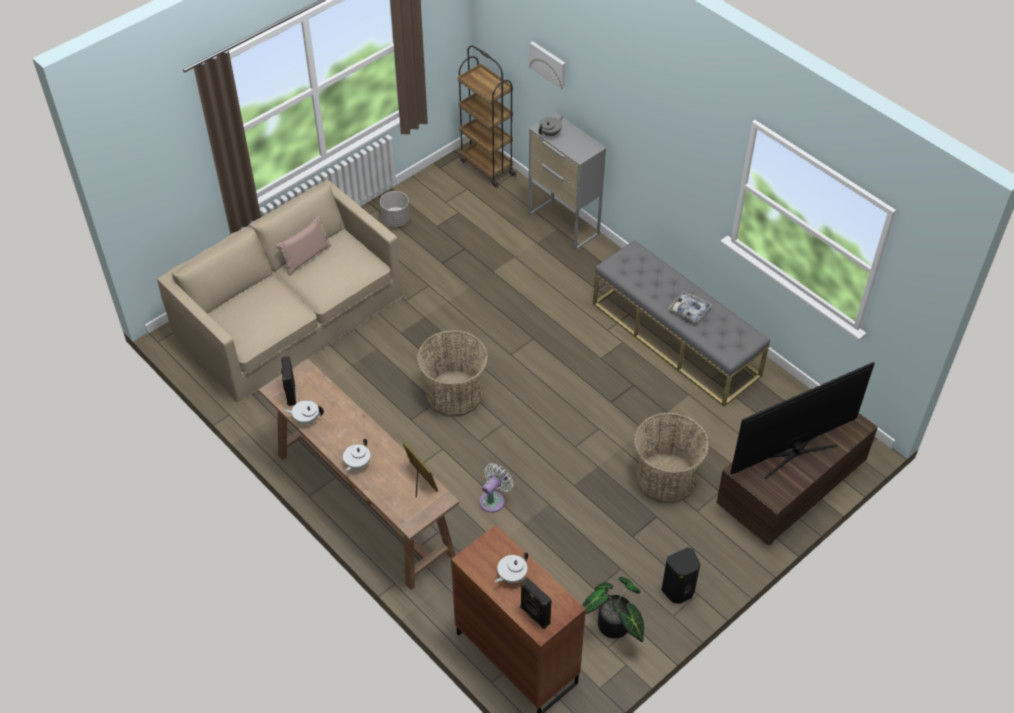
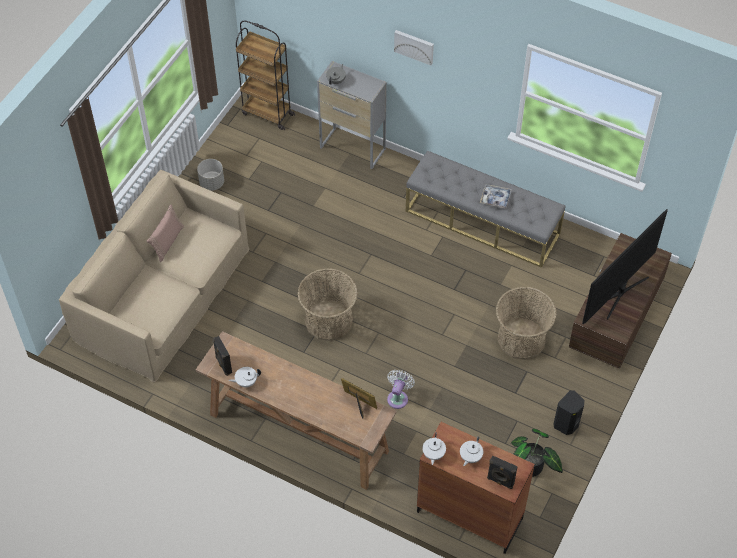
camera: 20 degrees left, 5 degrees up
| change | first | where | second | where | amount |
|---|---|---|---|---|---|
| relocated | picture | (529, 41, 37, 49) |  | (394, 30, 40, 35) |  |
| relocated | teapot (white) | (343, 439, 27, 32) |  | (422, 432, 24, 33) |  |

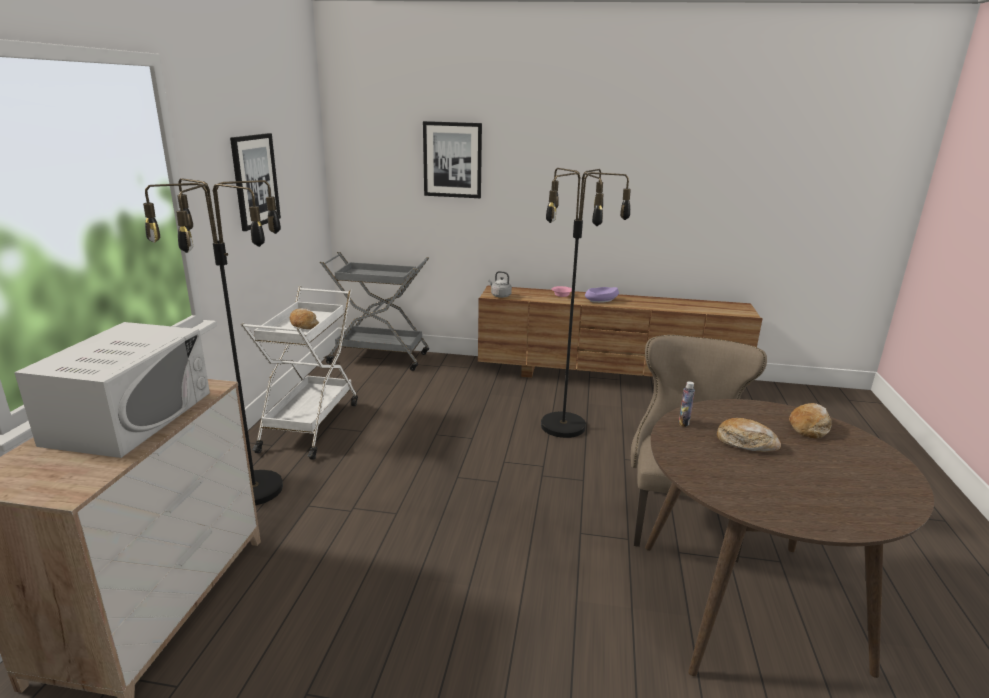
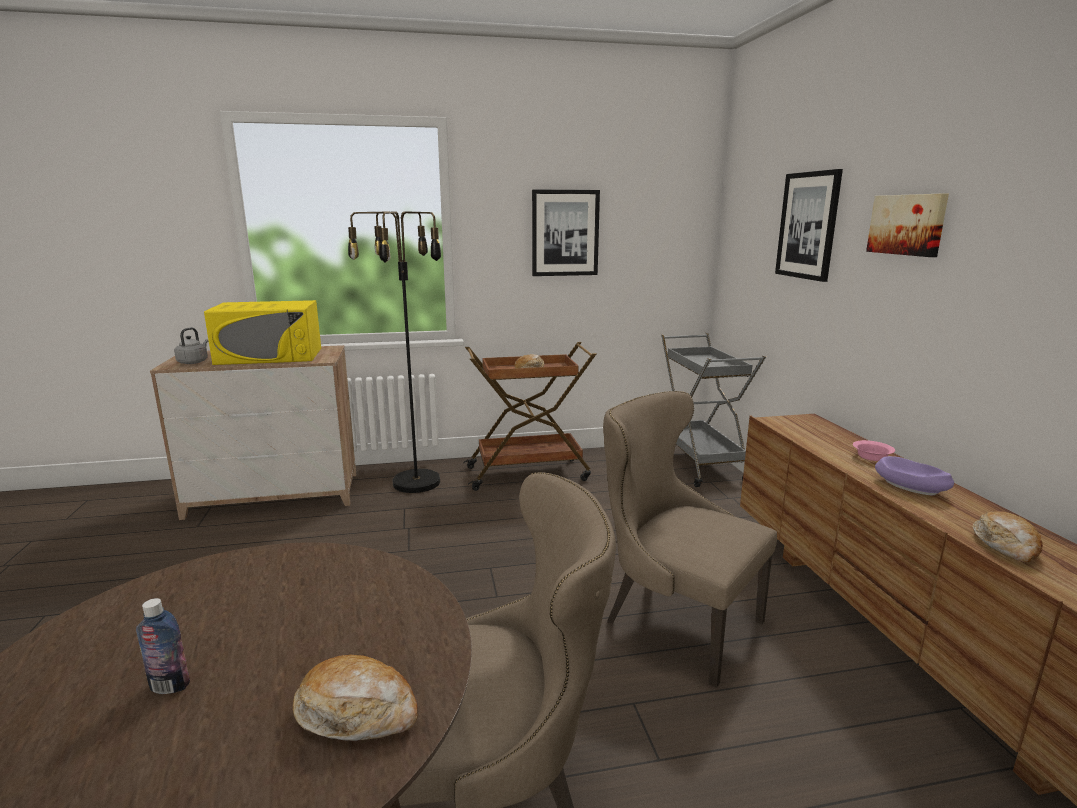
camera: 70 degrees right, 5 degrees down
| change | first | where | second | where | amount |
|---|---|---|---|---|---|
| relocated | bottle | (679, 381, 16, 46) |  | (136, 598, 54, 96) |  |
| relocated | kettle (grey) | (488, 271, 24, 27) |  | (174, 327, 34, 37) |  |
| colour | microwave (white) | (14, 322, 196, 136) | microwave (yellow) | (204, 300, 117, 65) |  |
| colour | cart (white) | (240, 286, 118, 174) | cart (brown) | (463, 342, 134, 149) |  |
| exchanged | floor lamp | (541, 168, 90, 270) | chair (beige) | (603, 391, 174, 297) |  |
| appeared |  |  | picture | (866, 194, 83, 63) |  |
| relocated | bread | (717, 418, 64, 34) |  | (973, 511, 70, 51) |  |

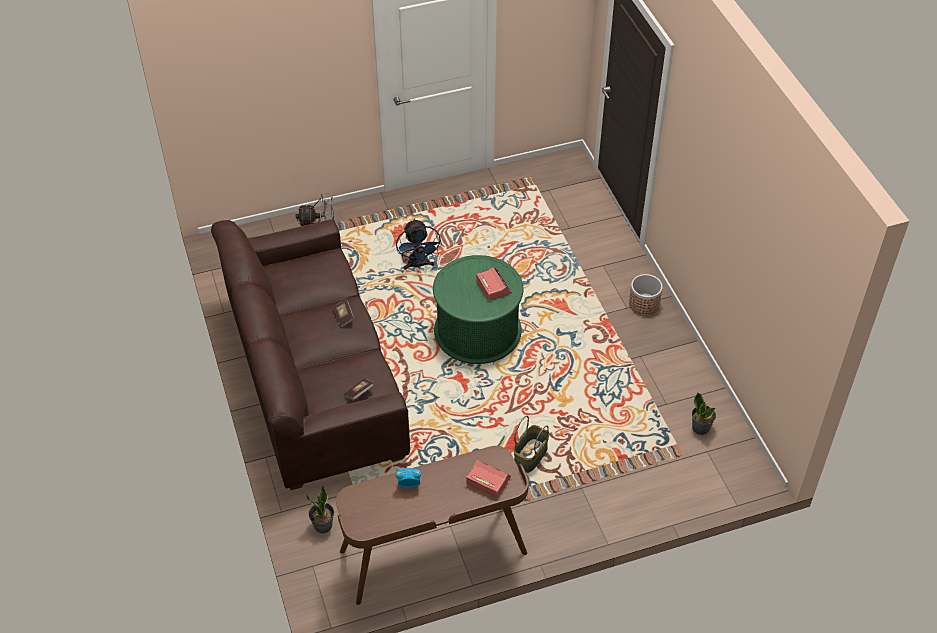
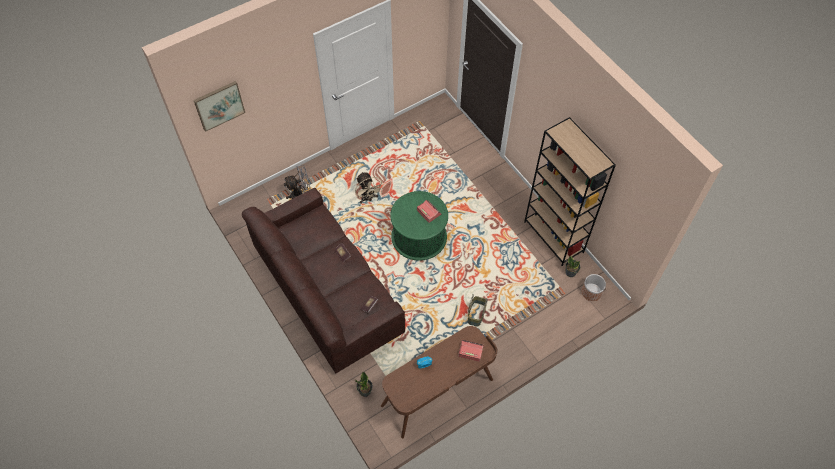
camera: 15 degrees left, 10 degrees up
| change | first | where | second | where | amount |
|---|---|---|---|---|---|
| appeared |  |  | picture | (193, 81, 52, 51) |  |
| colour | fan (blue) | (396, 218, 46, 52) | fan (beige) | (355, 172, 29, 32) |  |
| appeared |  |  | bookcase (beige) | (524, 117, 92, 149) |  |
| relocated | planter | (629, 274, 34, 42) |  | (582, 274, 24, 27) |  |

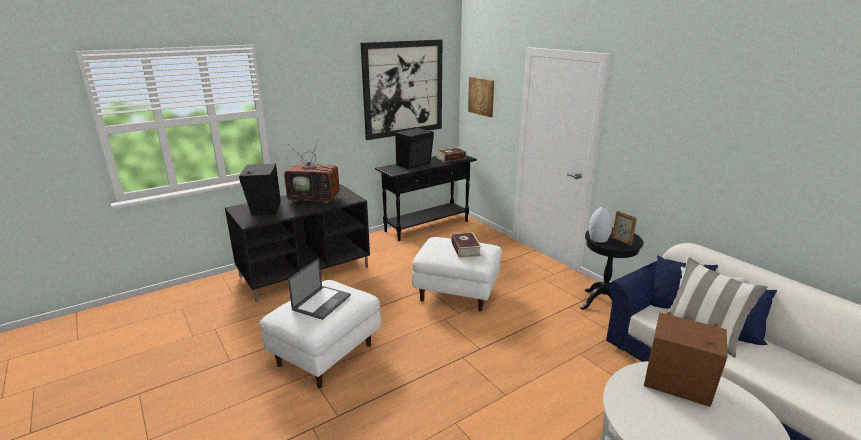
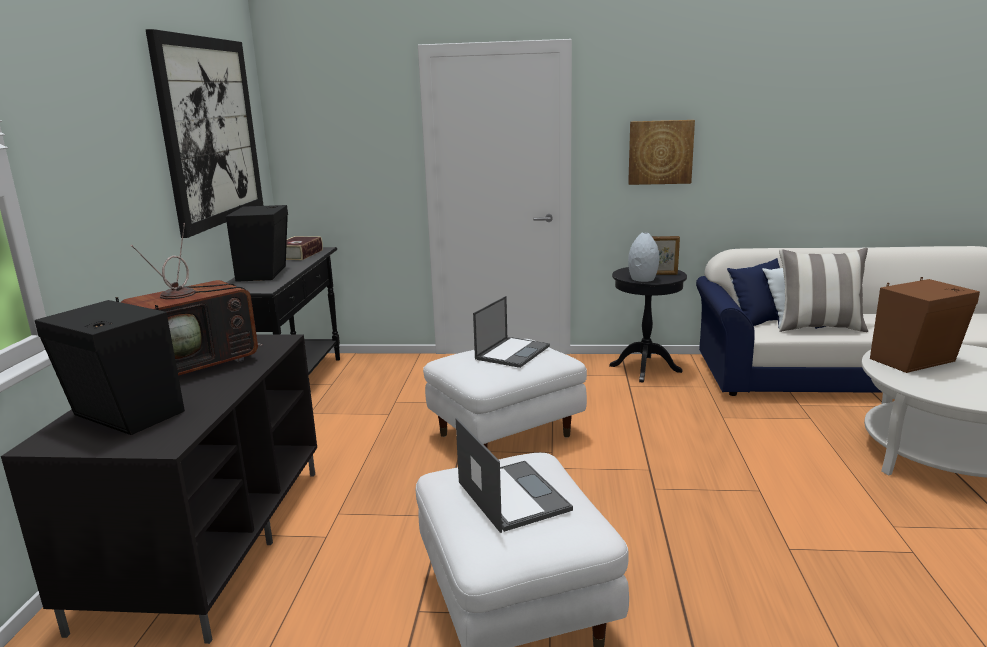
camera: 50 degrees left, 5 degrees down
| change | first | where | second | where | amount |
|---|---|---|---|---|---|
| exchanged | book | (451, 232, 30, 26) | laptop | (473, 296, 77, 72) |  |
| relocated | picture | (468, 77, 26, 40) |  | (628, 120, 67, 65) |  |

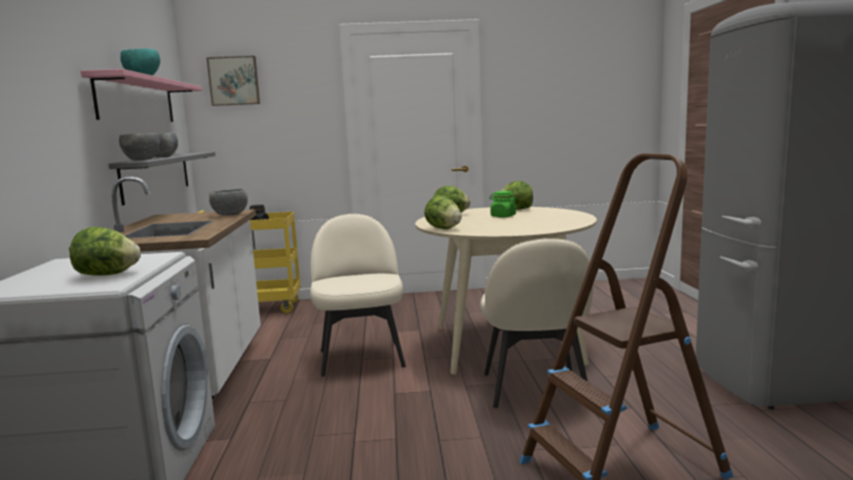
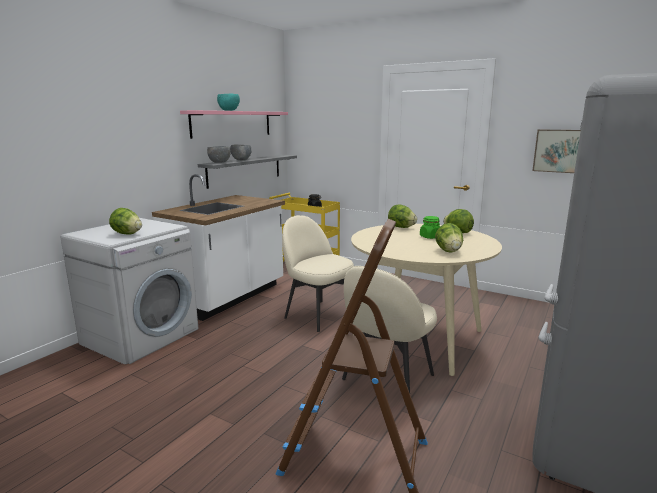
camera: 35 degrees right, 5 degrees up
| change | first | where | second | where | amount |
|---|---|---|---|---|---|
| spun | chair (beige) | (310, 214, 96, 163) |  | (282, 215, 72, 117) | 75 degrees counterclockwise |
| relocated | lettuce | (424, 195, 38, 34) |  | (435, 223, 28, 30) |  |
| relocated | picture | (207, 56, 53, 50) |  | (532, 129, 49, 44) |  |
| missing | bowl (grey) | (209, 189, 39, 26) |  |  |  |

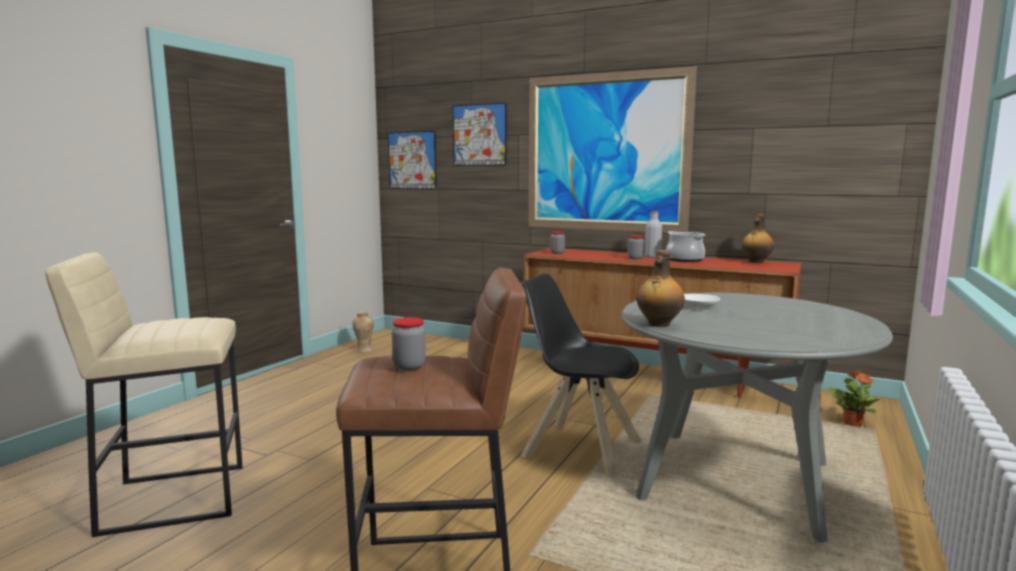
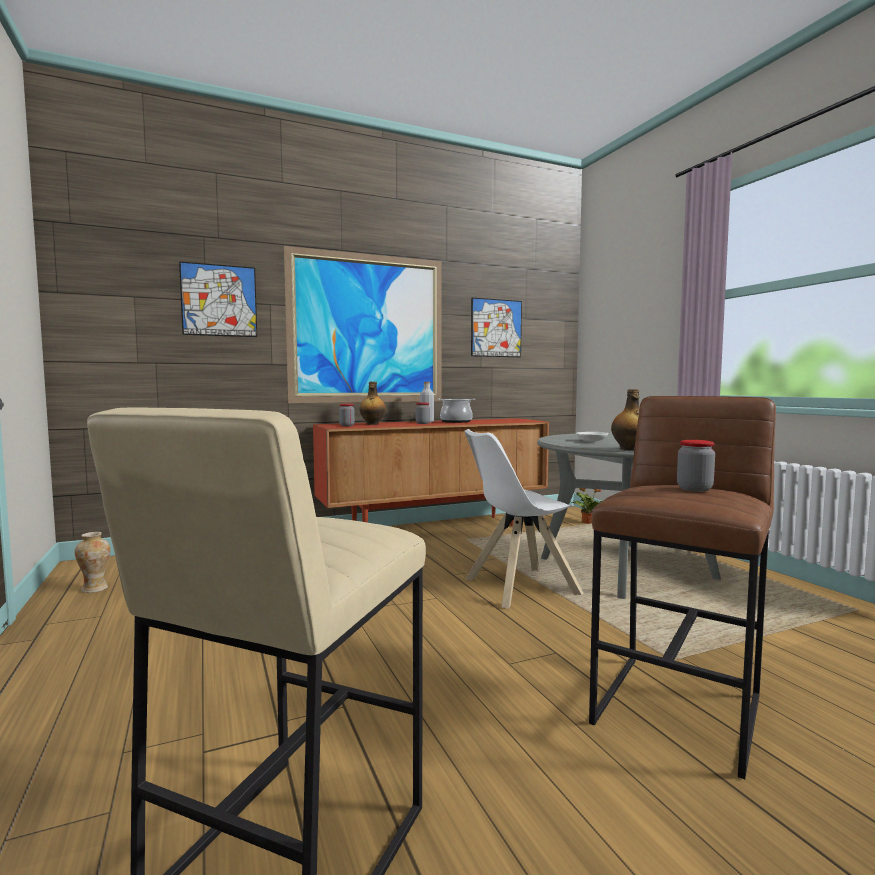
camera: 50 degrees left, 5 degrees down
| change | first | where | second | where | amount |
|---|---|---|---|---|---|
| relocated | bottle | (742, 214, 32, 49) |  | (360, 382, 26, 43) |  |
| colour | chair (black) | (521, 274, 121, 204) | chair (white) | (464, 429, 119, 180) |  |
| relocated | picture | (388, 131, 49, 59) |  | (471, 298, 51, 59) |  |

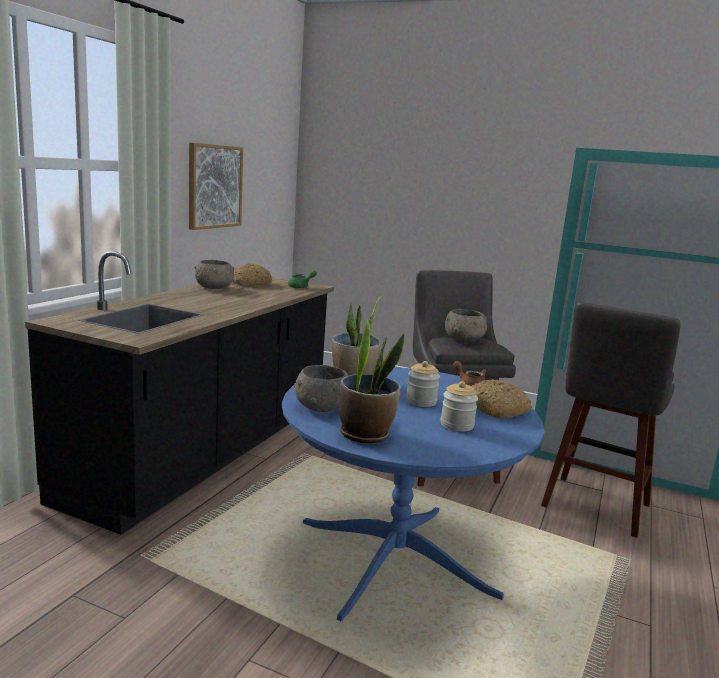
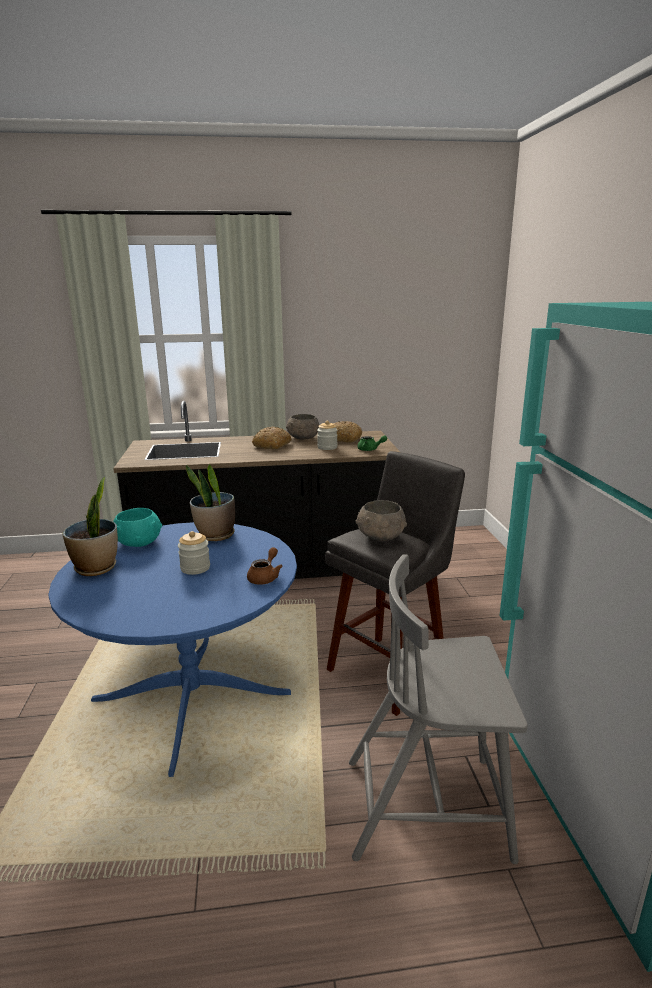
camera: 60 degrees right, 5 degrees up
| change | first | where | second | where | amount |
|---|---|---|---|---|---|
| colour | bowl (grey) | (294, 365, 55, 47) | bowl (turquoise) | (113, 508, 49, 39) |  |
| relocated | bread | (472, 379, 60, 40) |  | (252, 427, 39, 22) |  |
| relocated | jar | (440, 381, 38, 50) |  | (317, 421, 21, 29) |  |
| exchanged | stool (grey) | (541, 302, 140, 236) | chair (grey) | (349, 554, 179, 310) |  |
| missing | picture | (189, 142, 54, 88) |  |  |  |

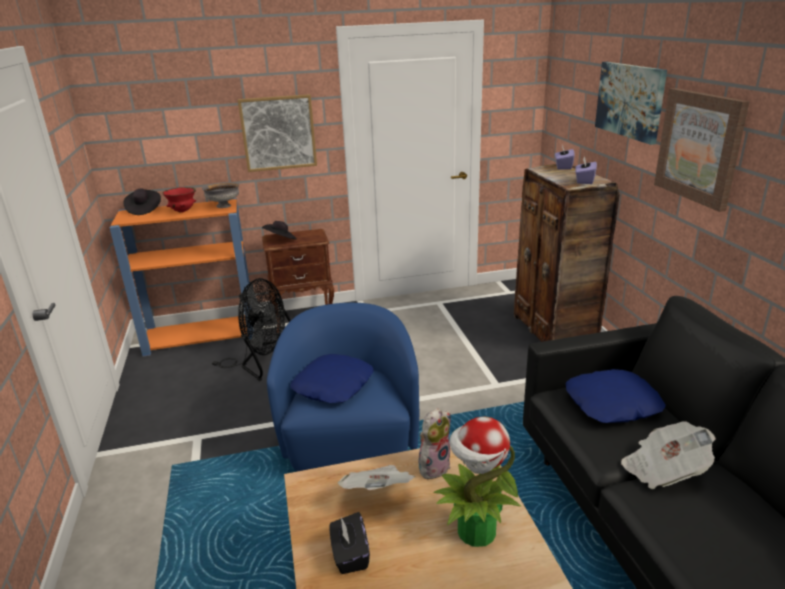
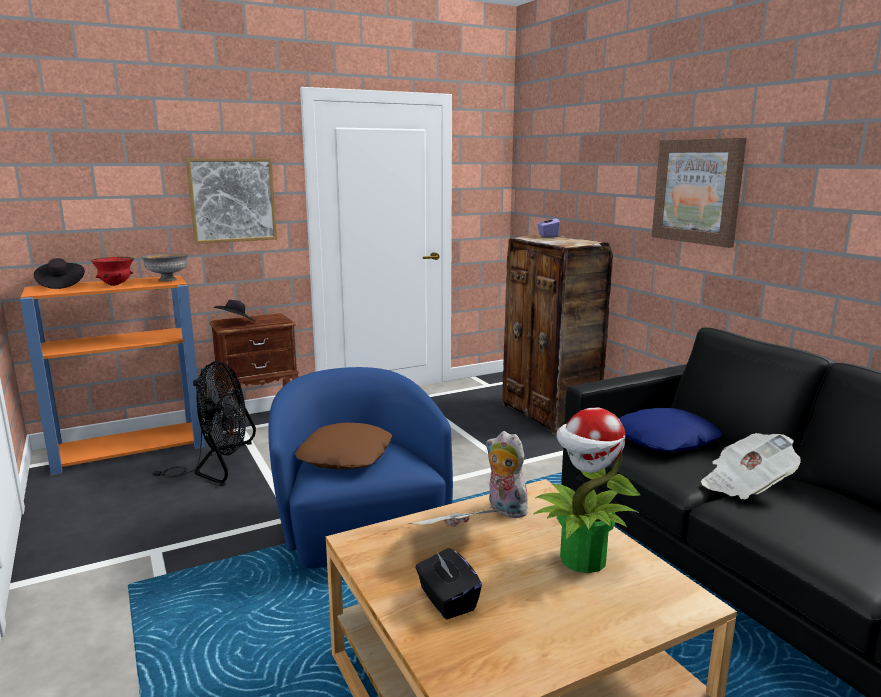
camera: 15 degrees left, 10 degrees down
| change | first | where | second | where | amount |
|---|---|---|---|---|---|
| colour | pillow (blue) | (291, 354, 83, 49) | pillow (brown) | (295, 423, 97, 46) |  |
| spun | plush toy | (419, 408, 32, 71) |  | (486, 431, 42, 87) | 75 degrees counterclockwise |
| missing | tissue box (purple) | (575, 156, 22, 28) |  |  |  |
| missing | picture | (595, 62, 72, 83) |  |  |  |

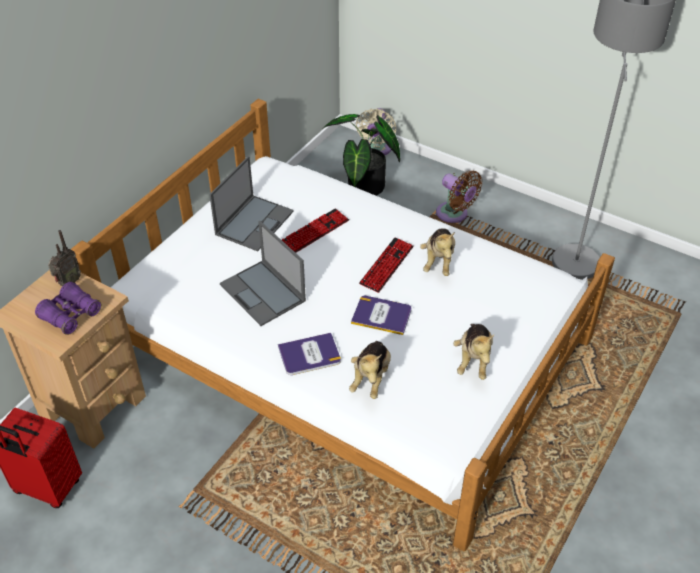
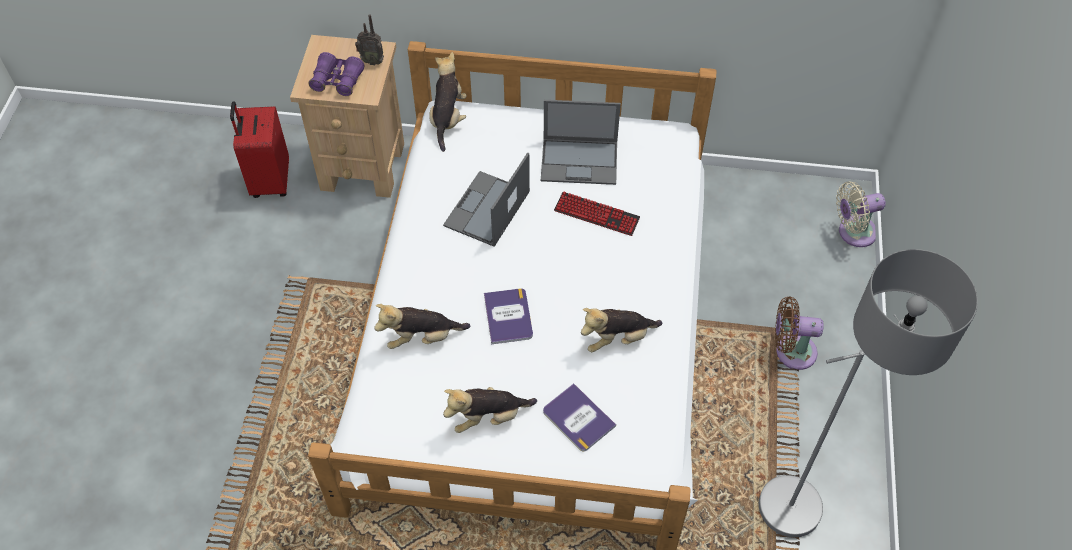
camera: 65 degrees right, 10 degrees up
| change | first | where | second | where | amount |
|---|---|---|---|---|---|
| appeared |  |  | plush toy | (429, 52, 37, 100) |  |
| relocated | book | (278, 333, 63, 42) |  | (543, 383, 73, 69) |  |
| spun | fan (brown) | (436, 171, 46, 52) |  | (775, 296, 49, 74) | 75 degrees clockwise |
| missing | potted plant | (322, 114, 78, 81) |  |  |  |
| missing | keyboard | (359, 238, 55, 55) |  |  |  |

